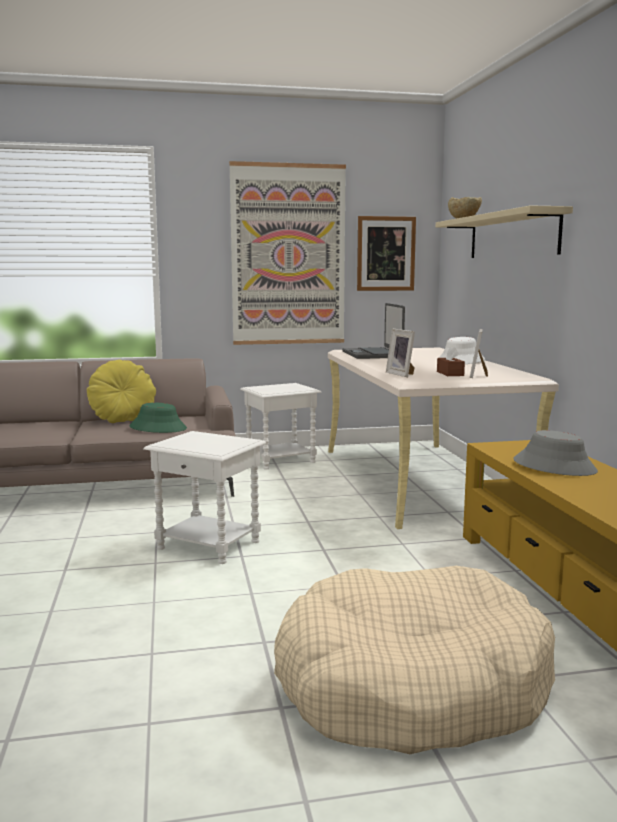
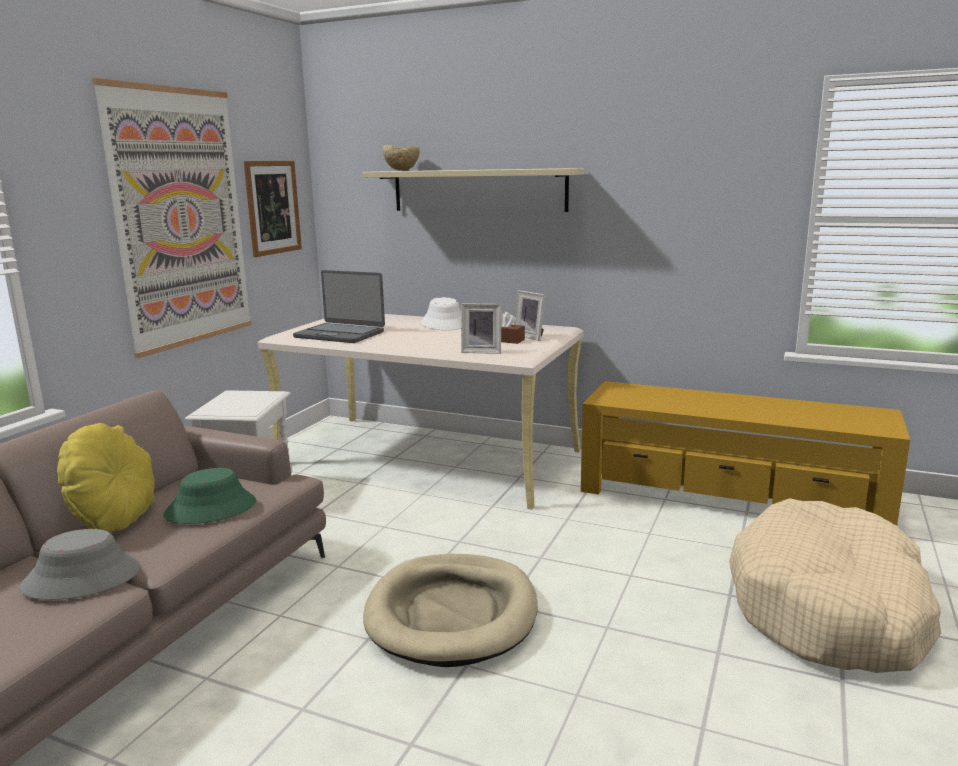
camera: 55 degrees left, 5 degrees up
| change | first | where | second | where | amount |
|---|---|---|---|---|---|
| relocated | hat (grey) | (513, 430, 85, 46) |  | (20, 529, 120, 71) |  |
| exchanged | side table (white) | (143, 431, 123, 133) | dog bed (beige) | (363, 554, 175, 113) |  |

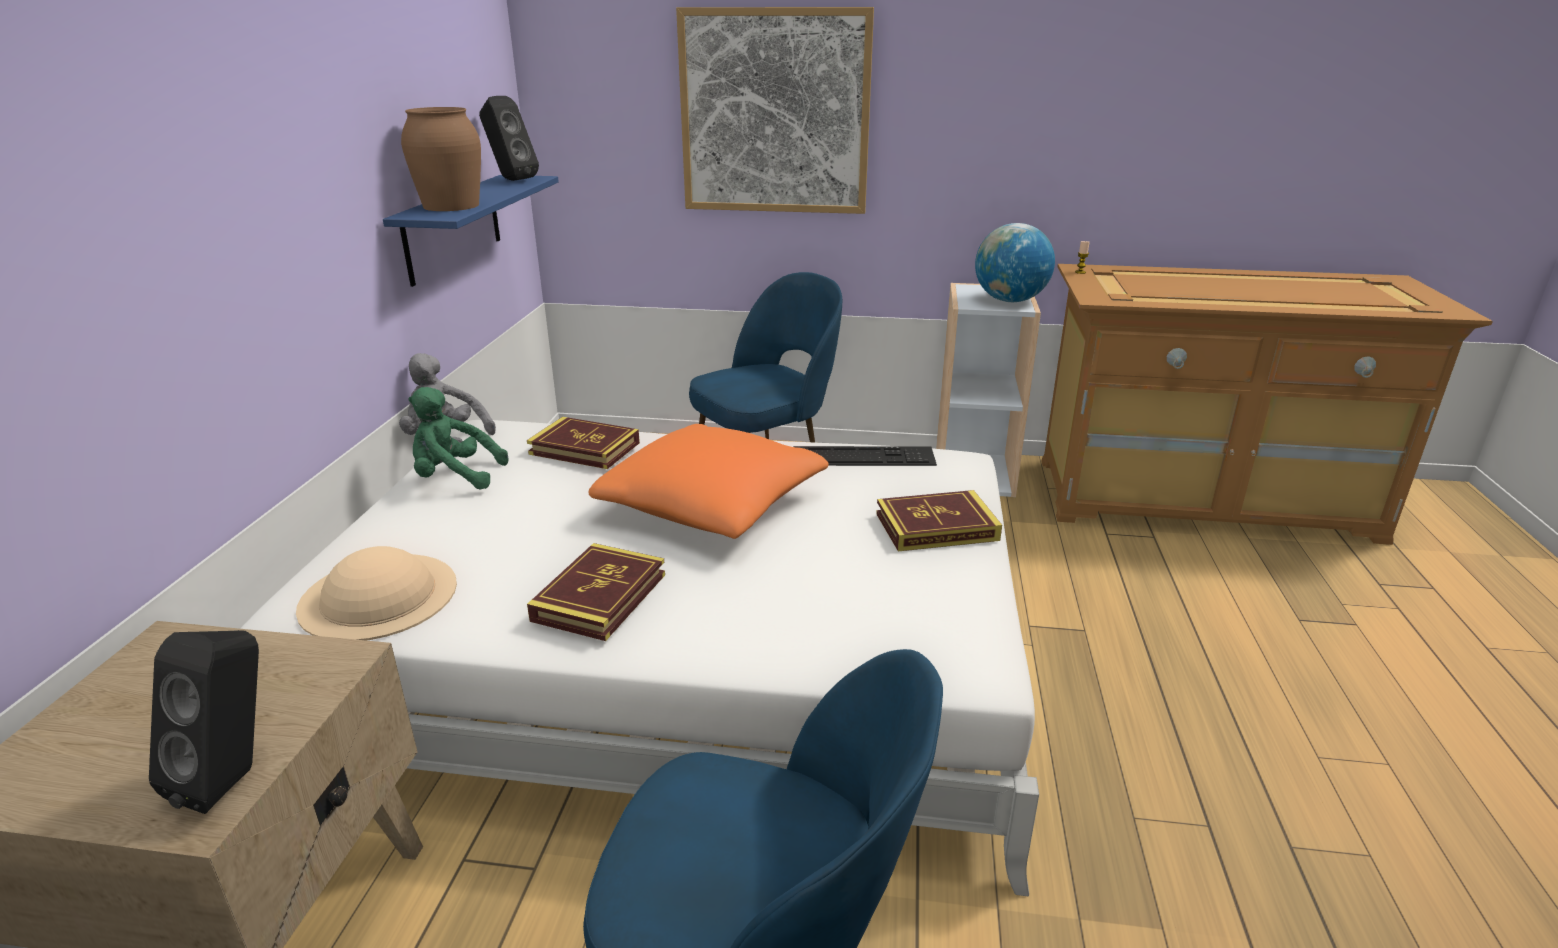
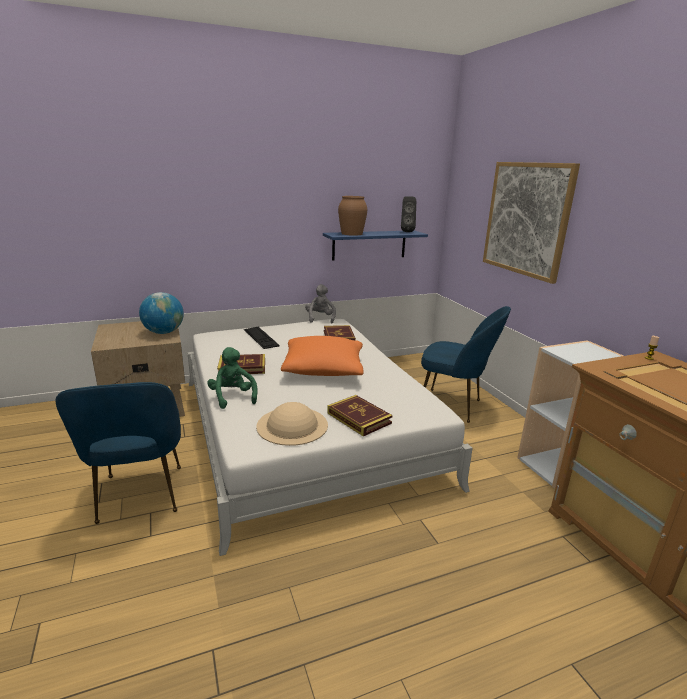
camera: 60 degrees right, 5 degrees down
| change | first | where | second | where | amount |
|---|---|---|---|---|---|
| relocated | globe | (975, 223, 80, 79) |  | (139, 292, 45, 42) |  |
| relocated | plush toy (green) | (409, 387, 100, 102) |  | (207, 347, 50, 62) |  |
| relocated | keyboard | (793, 446, 144, 20) |  | (244, 327, 36, 22) |  |
| relocated | hat (beige) | (296, 546, 161, 94) |  | (256, 402, 72, 44) |  |
| missing | speaker (black) | (149, 630, 110, 184) |  |  |  |

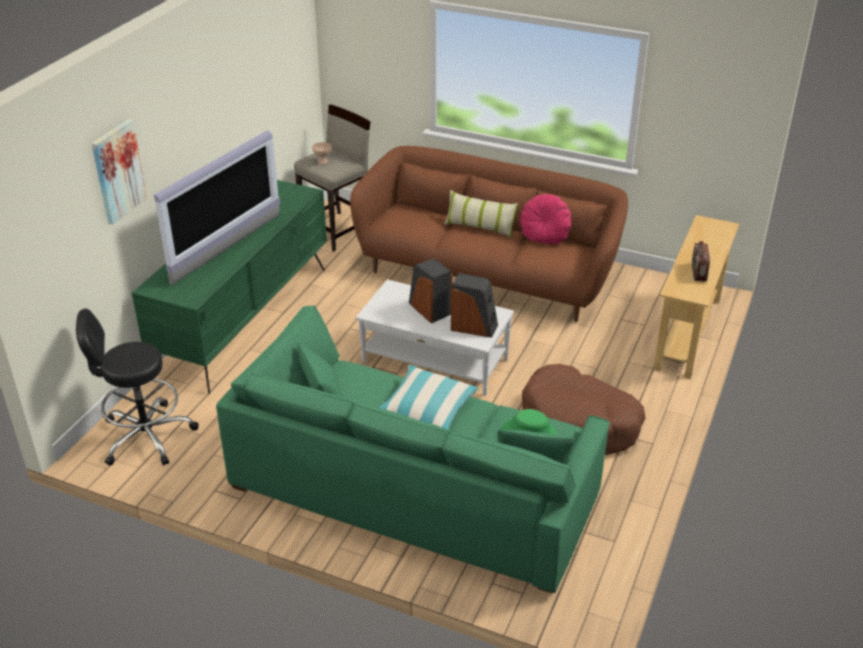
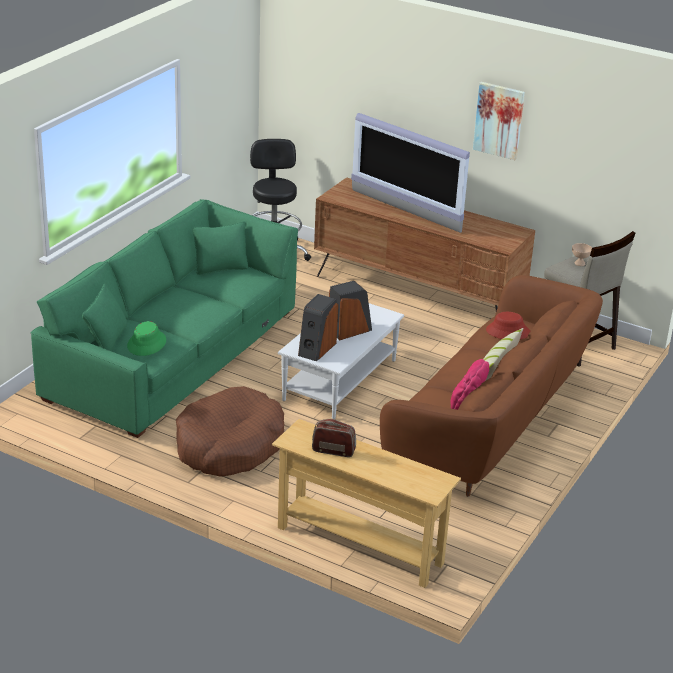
camera: 95 degrees right, 5 degrees down
| change | first | where | second | where | amount |
|---|---|---|---|---|---|
| colour | tv stand (green) | (132, 180, 195, 214) | tv stand (brown) | (314, 177, 221, 134) |  |
| relocated | picture | (91, 119, 56, 106) |  | (473, 82, 52, 78) |  |
| appeared |  |  | hat (red) | (486, 312, 44, 27) |  |
| missing | pillow | (379, 365, 99, 65) |  |  |  |

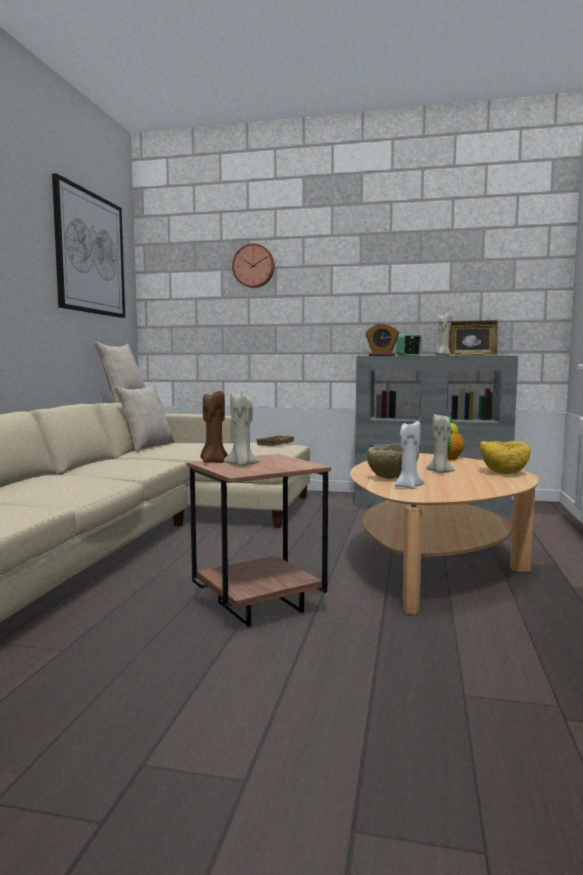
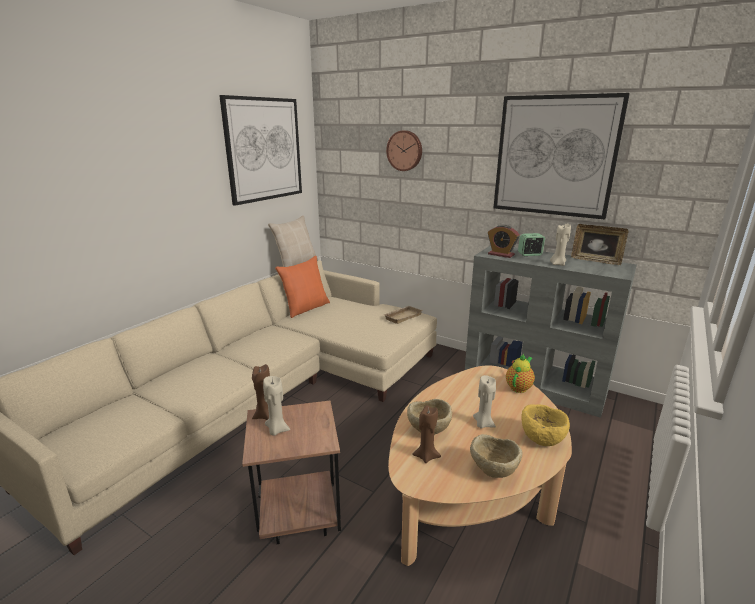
camera: 20 degrees right, 15 degrees up
| change | first | where | second | where | amount |
|---|---|---|---|---|---|
| colour | pillow (beige) | (114, 384, 61, 68) | pillow (orange) | (275, 256, 55, 62) |  |
| colour | candle (white) | (394, 421, 30, 68) | candle (brown) | (412, 405, 29, 58) |  |
| appeared |  |  | bowl (beige) | (470, 434, 53, 44) |  |
| appeared |  |  | picture | (493, 93, 137, 126) |  |

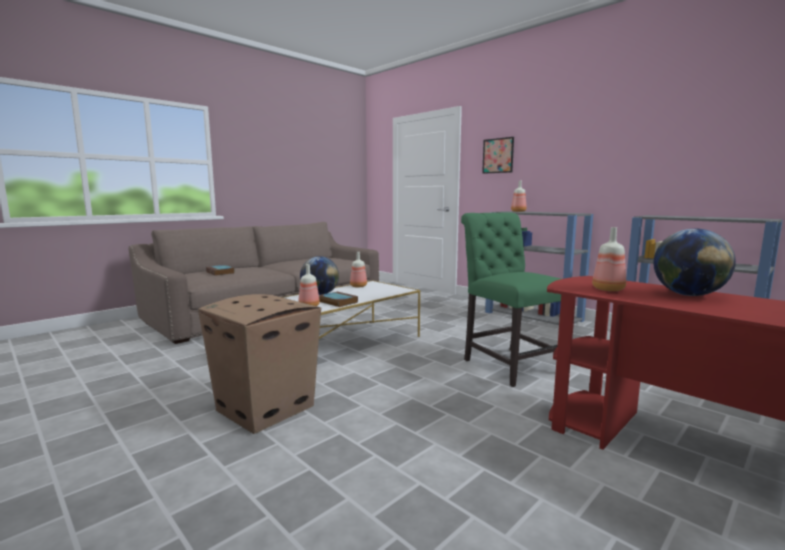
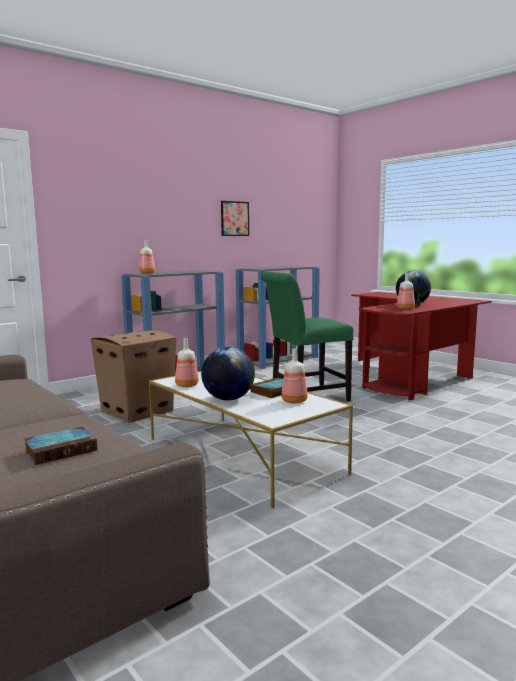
camera: 85 degrees left, 0 degrees up
| change | first | where | second | where | amount |
|---|---|---|---|---|---|
| relocated | cardboard box | (198, 294, 123, 140) |  | (91, 330, 85, 93) |  |
| relocated | picture | (482, 137, 32, 37) |  | (221, 201, 28, 35) |  |

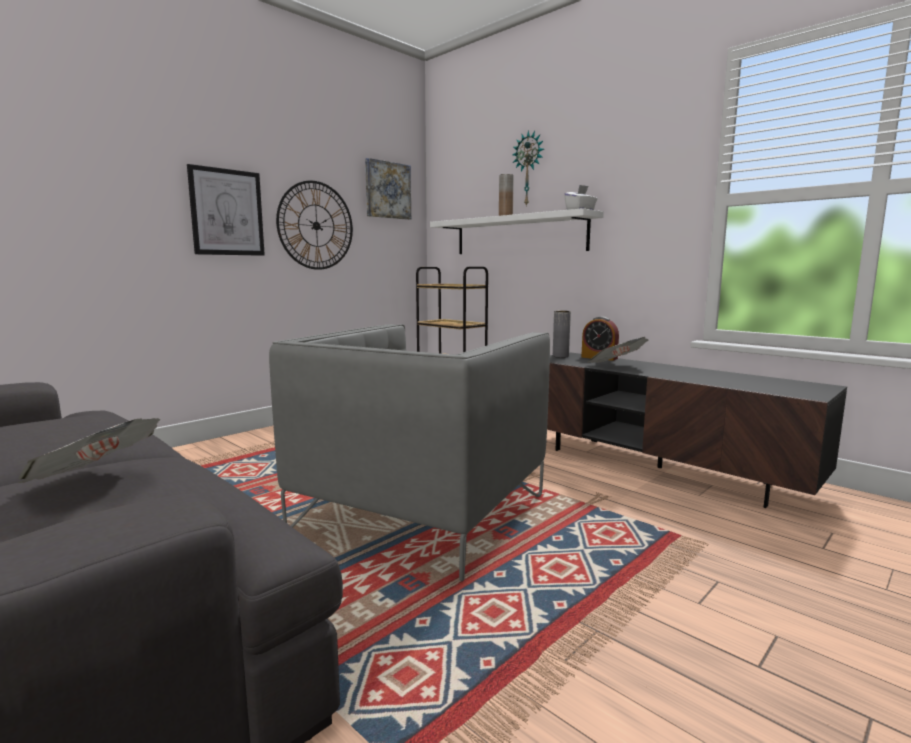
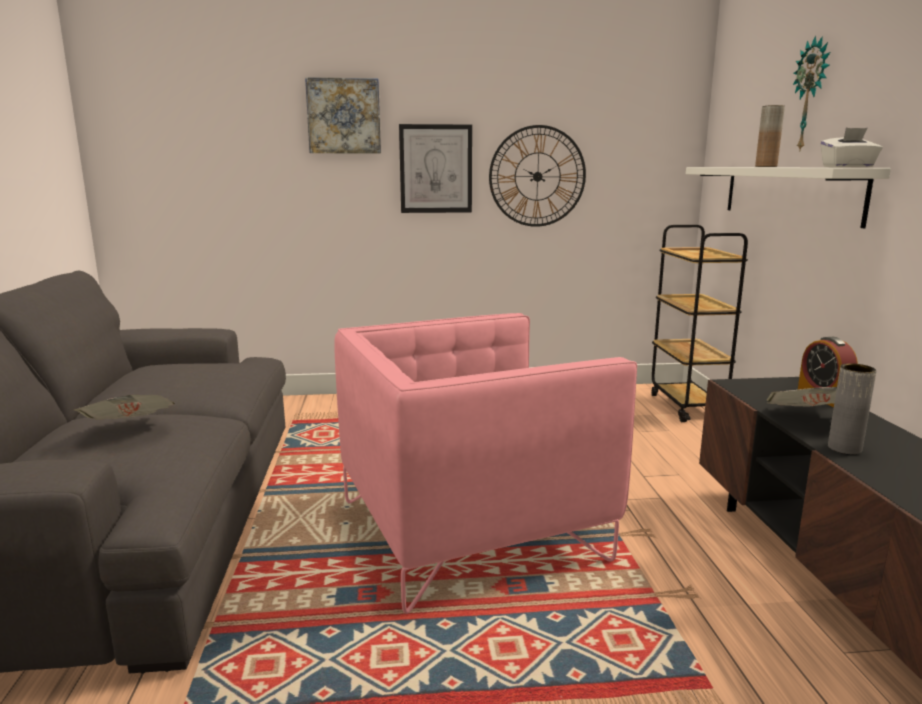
camera: 40 degrees right, 5 degrees up
| change | first | where | second | where | amount |
|---|---|---|---|---|---|
| relocated | picture | (365, 158, 46, 62) |  | (305, 77, 76, 76) |  |
| colour | armchair (grey) | (269, 324, 281, 257) | armchair (pink) | (334, 313, 303, 301) |  |
| relocated | vase (grey) | (553, 311, 18, 47) |  | (828, 363, 49, 92) |  |

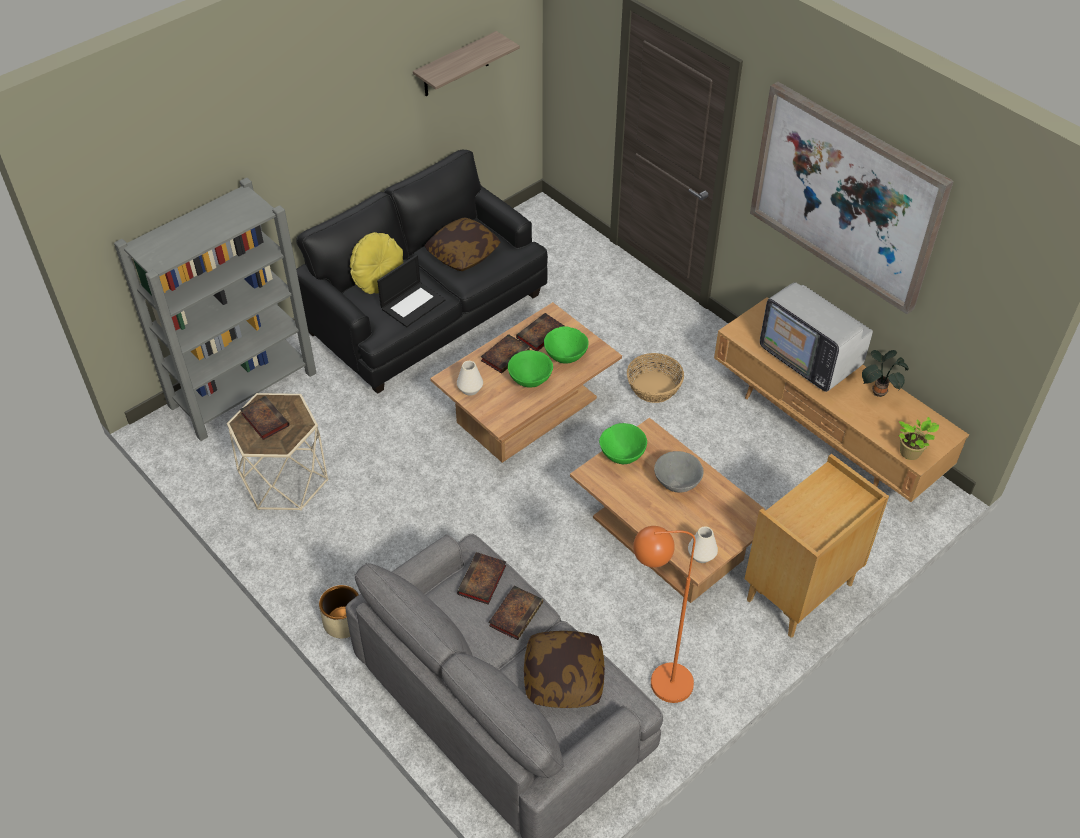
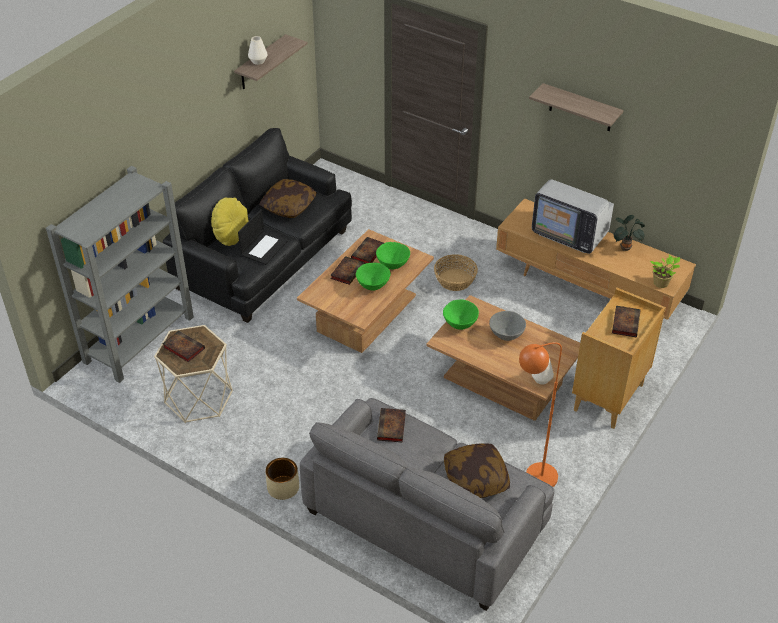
camera: 15 degrees left, 5 degrees down
| change | first | where | second | where | amount |
|---|---|---|---|---|---|
| relocated | vase (white) | (457, 361, 26, 35) |  | (248, 36, 20, 29) |  |
| exchanged | picture | (750, 82, 204, 232) | shelf | (529, 83, 95, 48) |  |
| relocated | book | (489, 586, 54, 54) |  | (612, 306, 28, 31) |  |

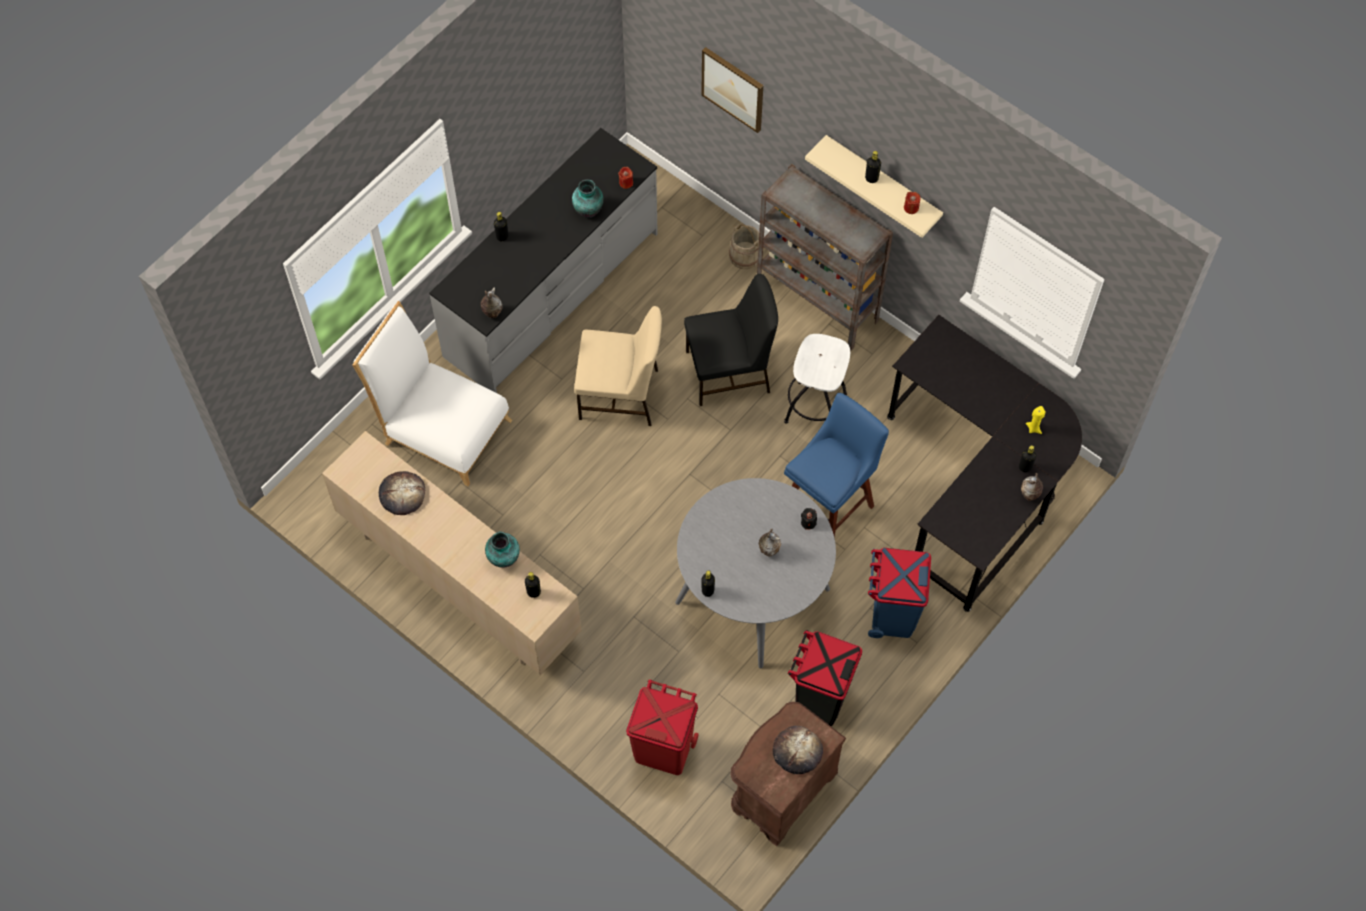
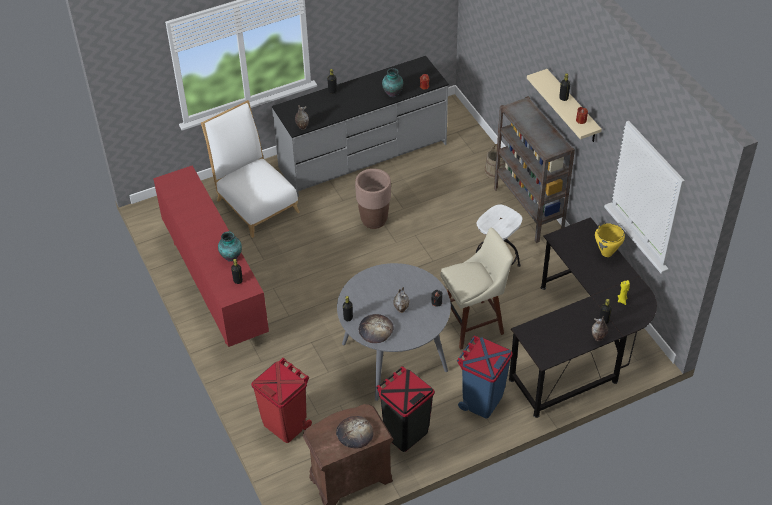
camera: 25 degrees right, 15 degrees down
| change | first | where | second | where | amount |
|---|---|---|---|---|---|
| colour | cabinet (beige) | (322, 431, 260, 244) | cabinet (red) | (153, 166, 116, 181) |  |
| exchanged | chair (beige) | (574, 306, 88, 120) | planter (brown) | (355, 168, 36, 61) |  |
| relocated | bread | (379, 471, 46, 44) |  | (359, 314, 35, 29) |  |
| colour | stool (blue) | (784, 393, 105, 145) | stool (beige) | (440, 228, 73, 122) |  |
| appeared |  |  | cooking pot (yellow) | (595, 223, 30, 34) |  |
| missing | chair (black) | (684, 274, 94, 132) |  |  |  |
| missing | picture | (701, 47, 62, 86) |  |  |  |

